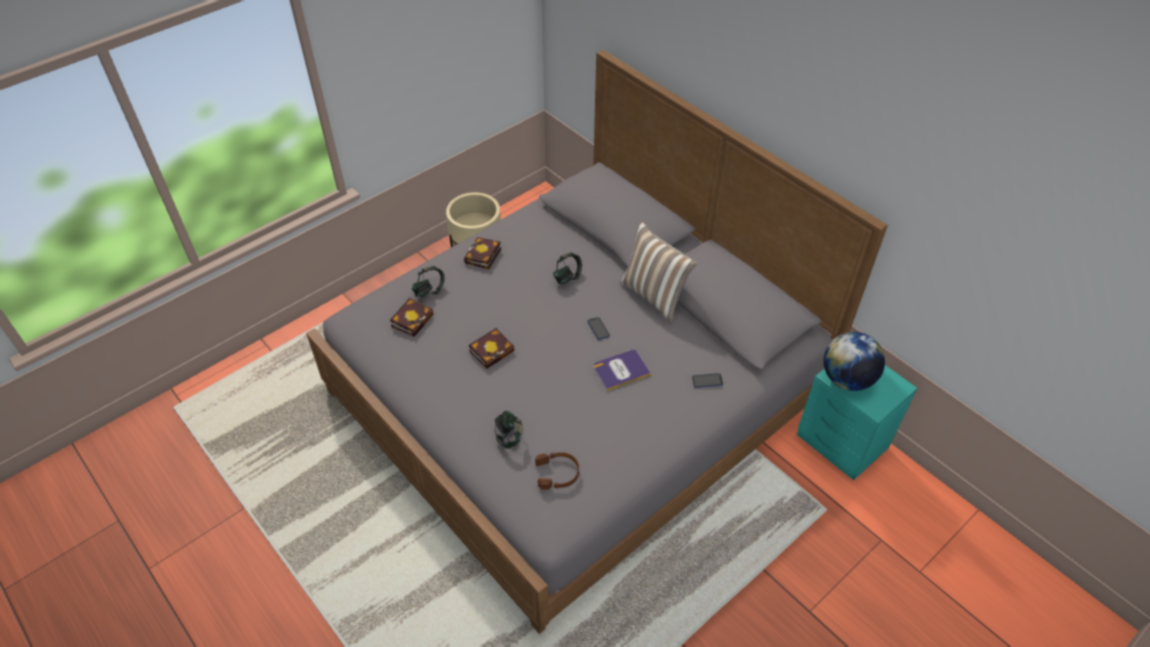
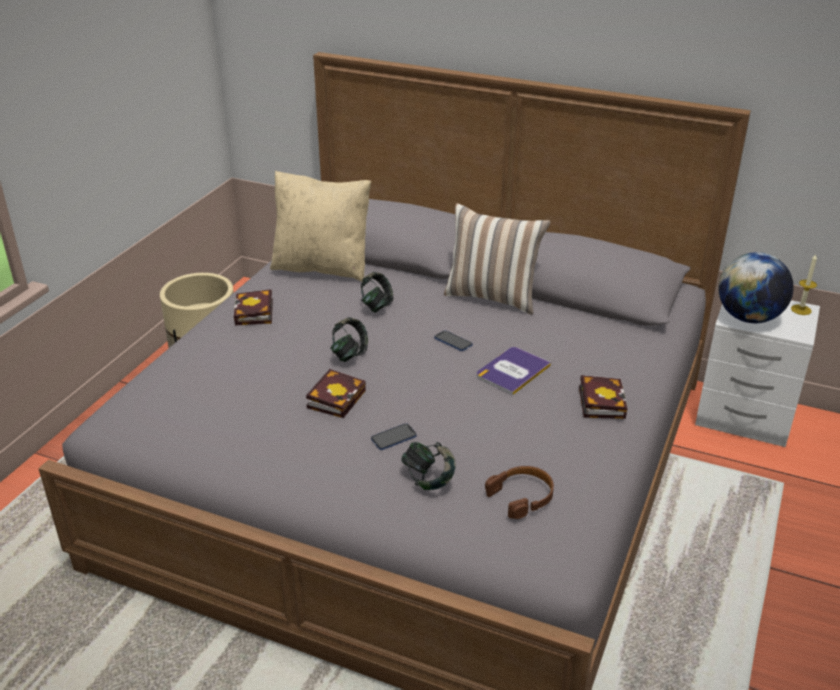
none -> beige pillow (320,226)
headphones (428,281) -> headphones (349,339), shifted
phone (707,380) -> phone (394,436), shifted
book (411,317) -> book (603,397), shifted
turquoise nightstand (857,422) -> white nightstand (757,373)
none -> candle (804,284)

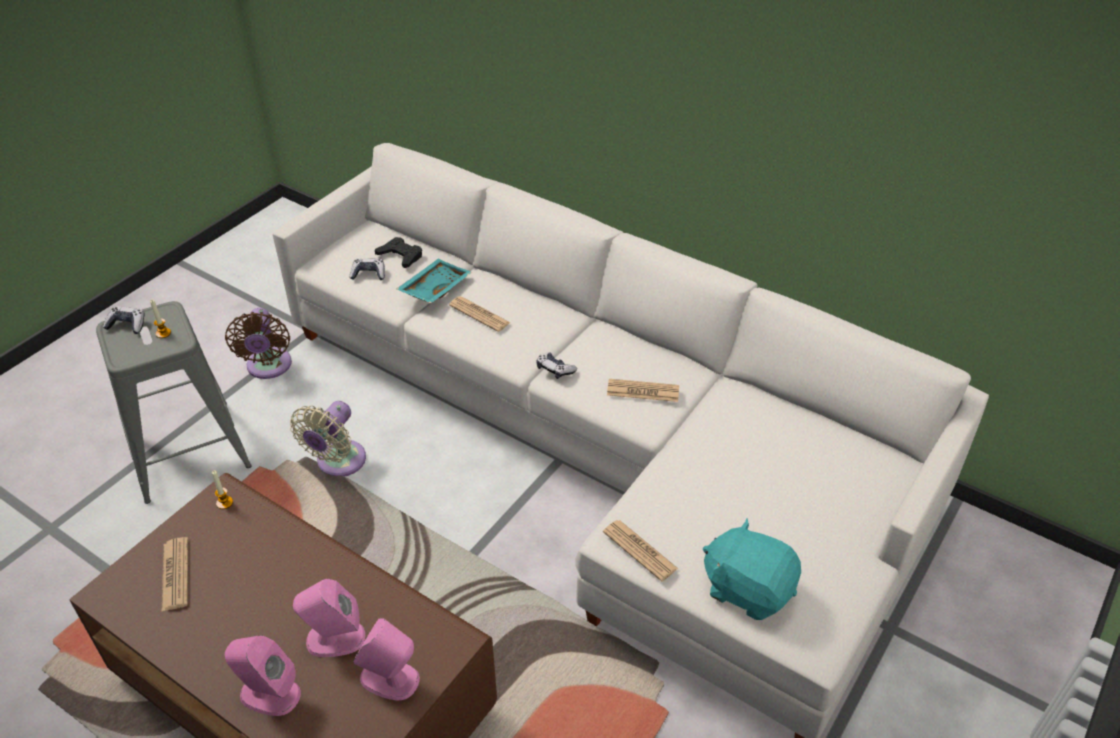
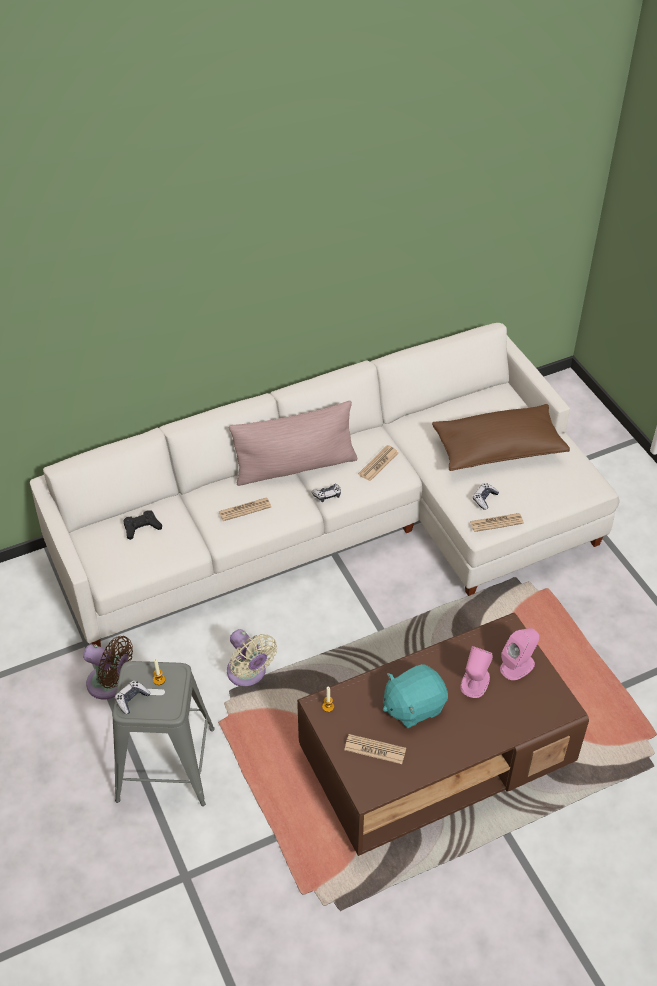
none -> pink pillow (293,443)
turquoise plush toy (752,569) -> turquoise plush toy (415,696), shifted
none -> brown pillow (501,437)
game controller (367,269) -> game controller (486,496), shifted
pink speaker (263,676) -> none
turquoise tray (434,281) -> none

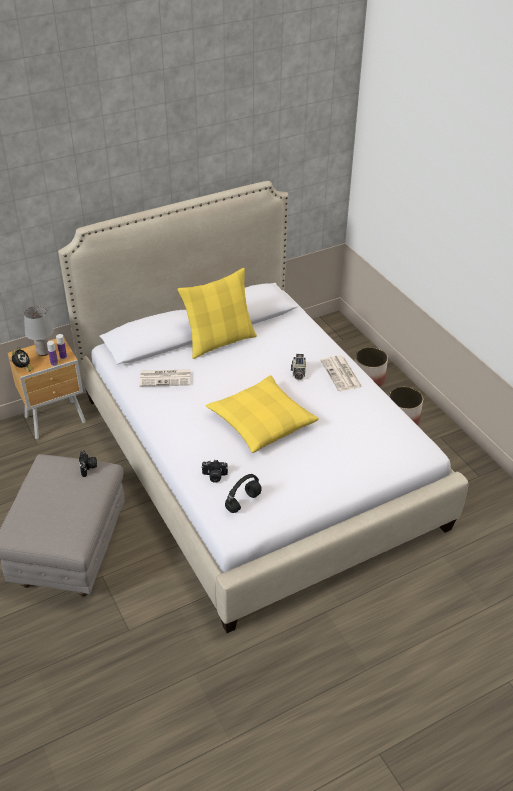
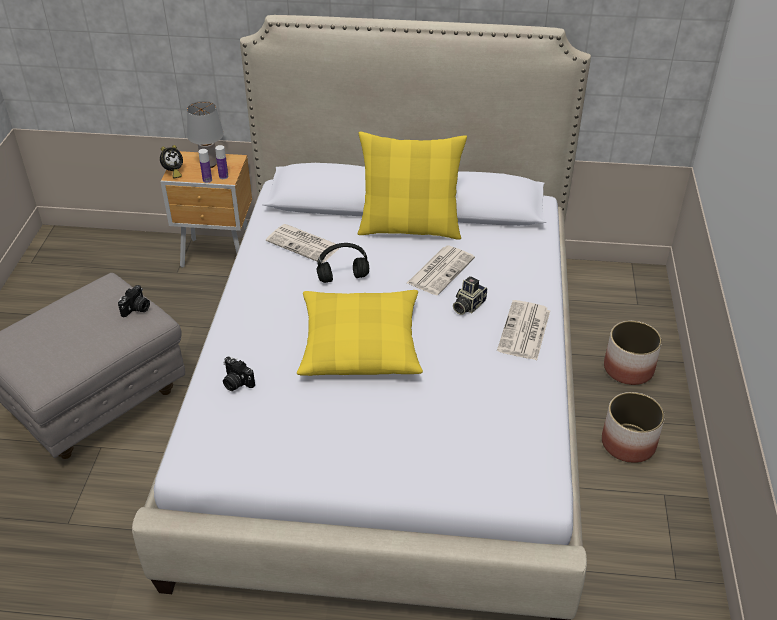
black headphones (243,493) -> black headphones (342,263), shifted
none -> newspaper (441,270)

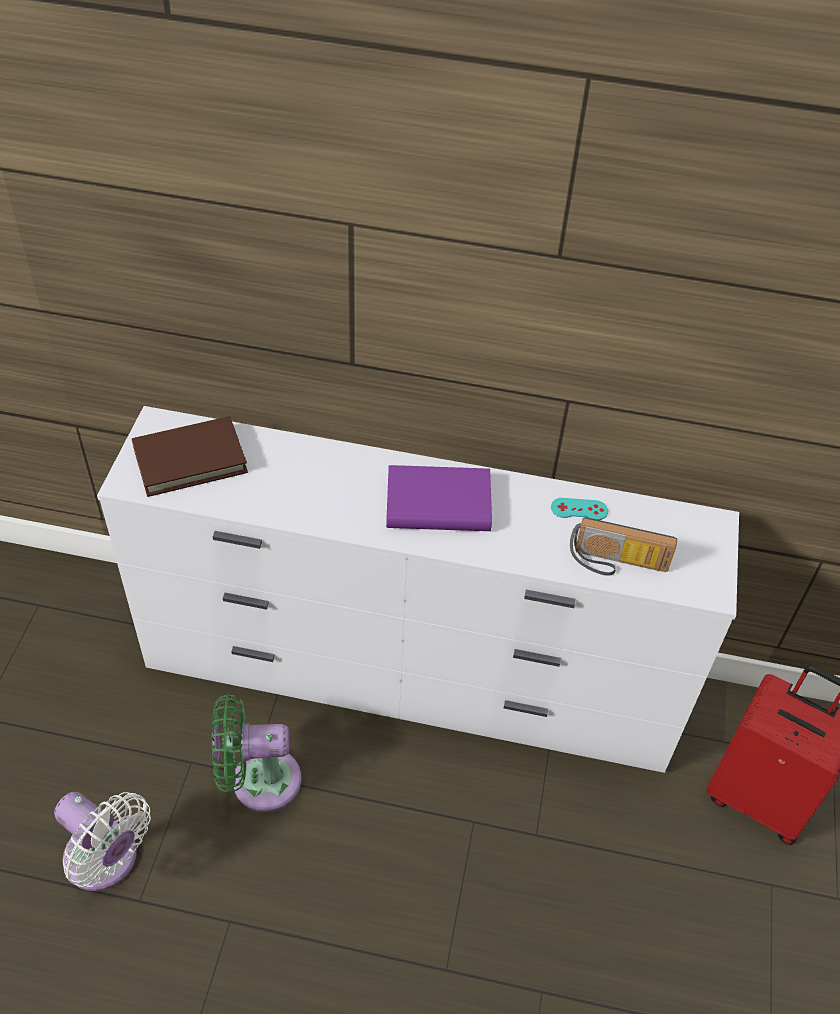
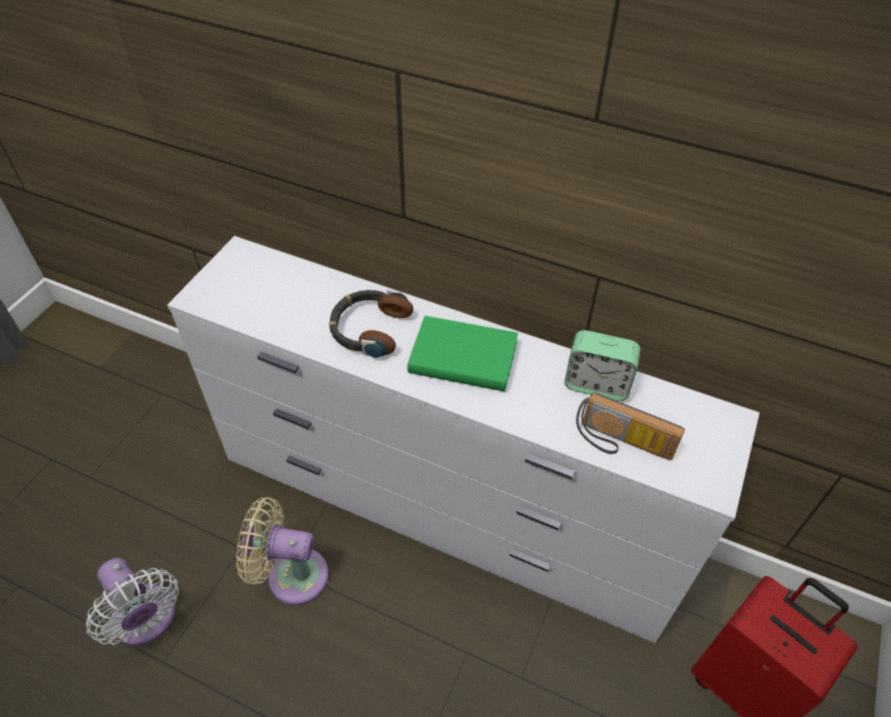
green fan (256,753) -> beige fan (282,551)
none -> headphones (371,324)
purple book (439,498) -> green book (462,353)
turquoise game controller (579,509) -> alarm clock (602,365)
brown book (190,456) -> none

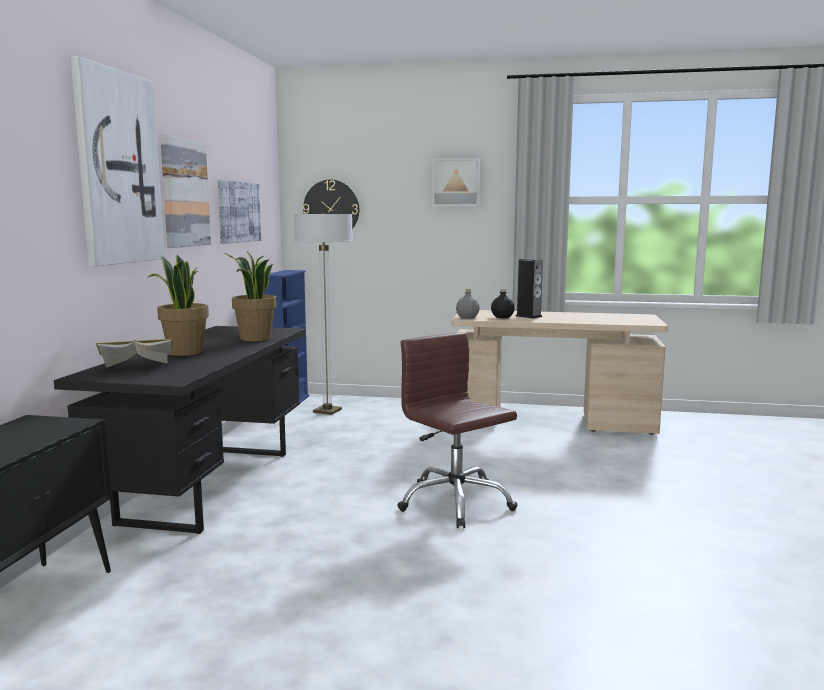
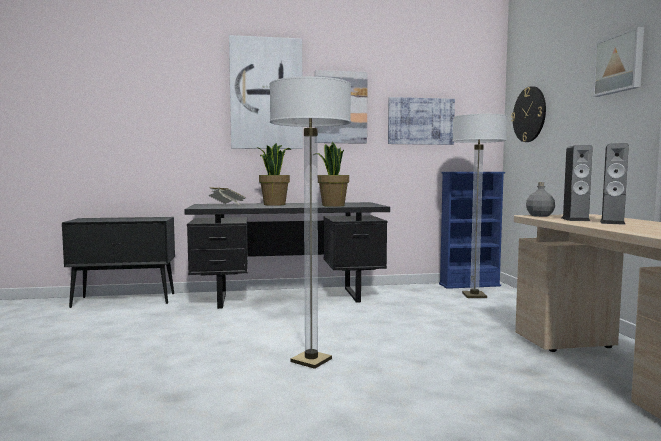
brown office chair (457,430) -> floor lamp (310,222)
black bottle (503,303) -> speaker (577,183)

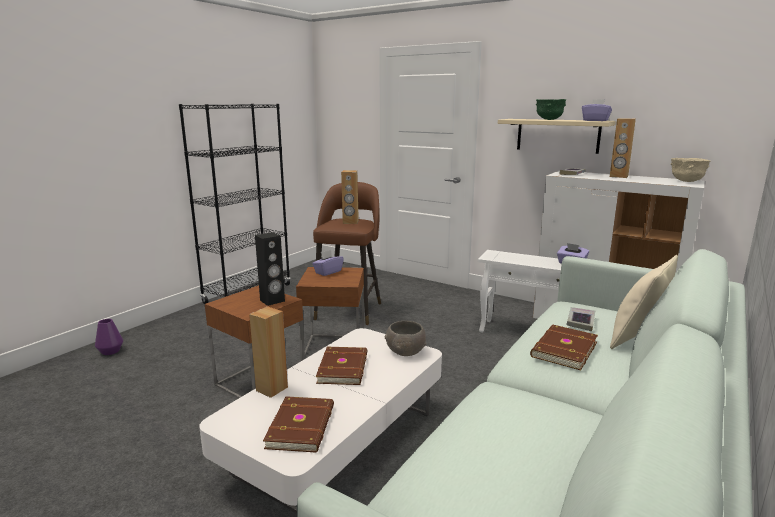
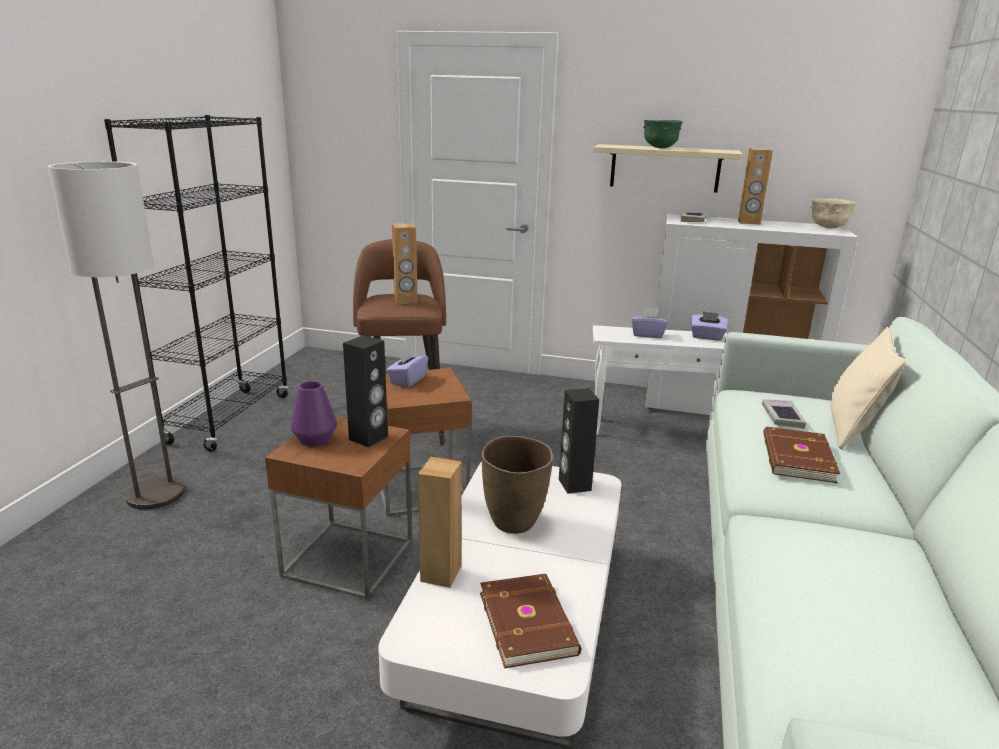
none -> floor lamp (116,335)
purple vase (109,337) -> purple vase (313,414), shifted
brown book (341,366) -> brown vase (517,485)
grey bowl (405,338) -> black speaker (579,441)
purple tissue box (597,110) -> purple tissue box (650,322), shifted

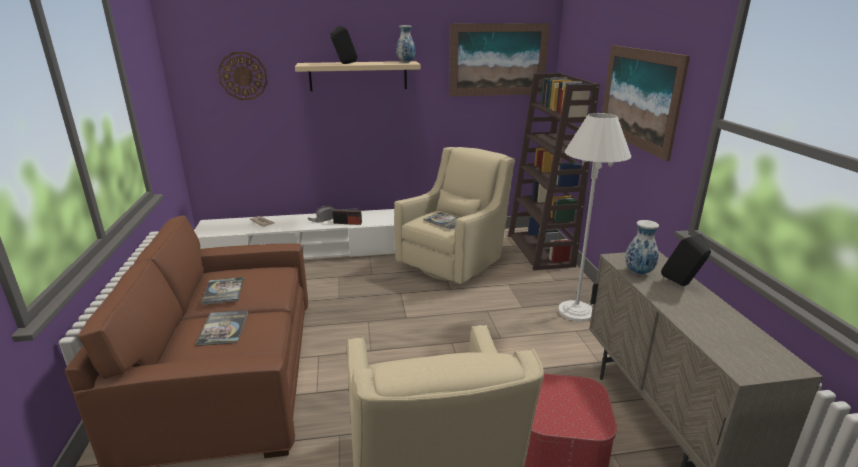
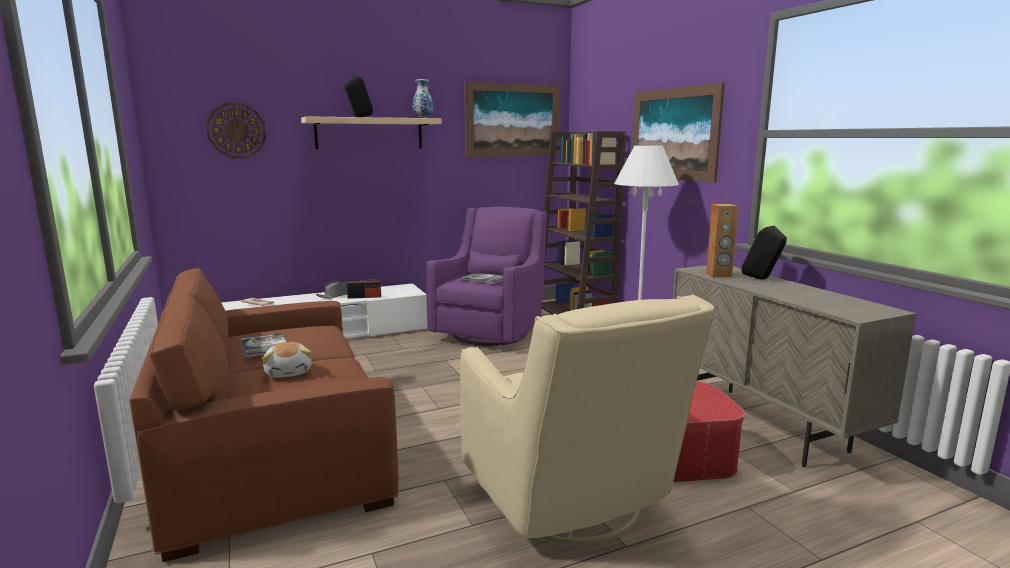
book (222,328) -> plush toy (287,360)
beige armchair (454,215) -> purple armchair (486,276)
vase (642,247) -> brown speaker (722,240)

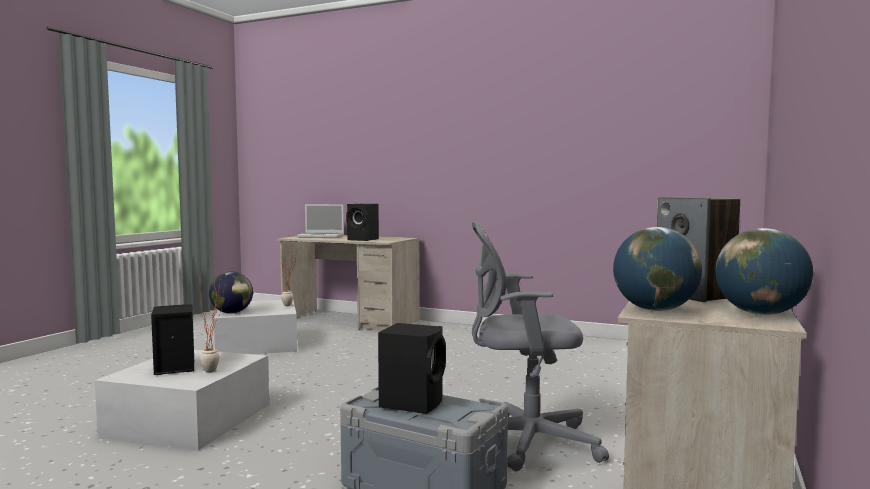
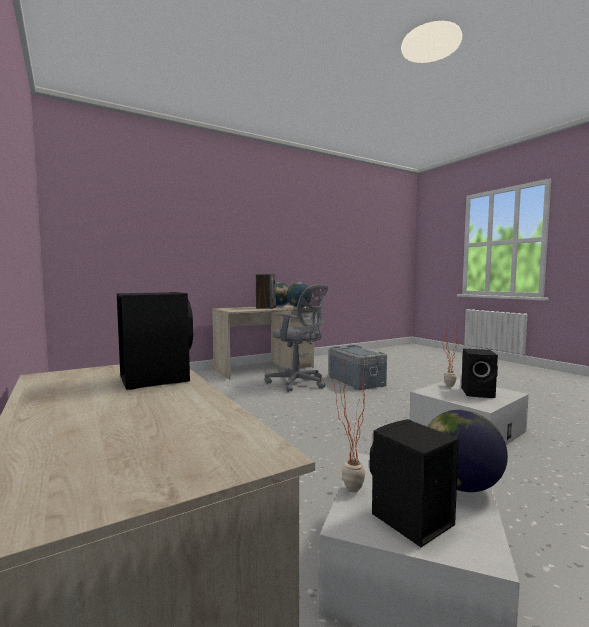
black speaker (412,368) -> black speaker (414,483), shifted
laptop (320,221) -> none

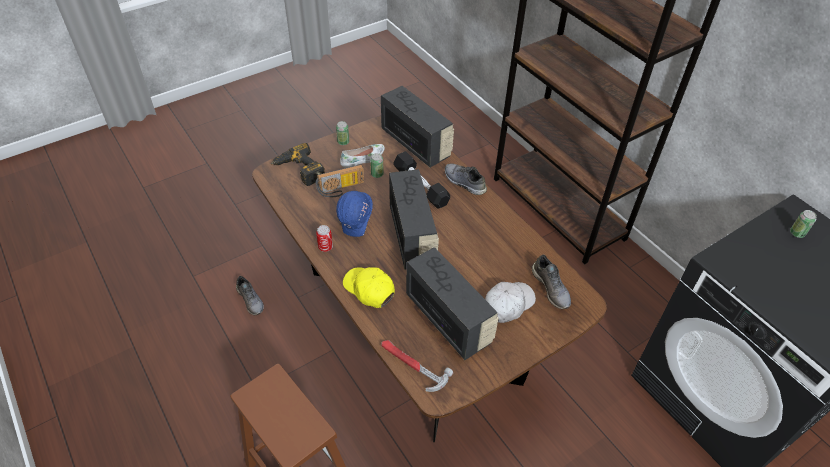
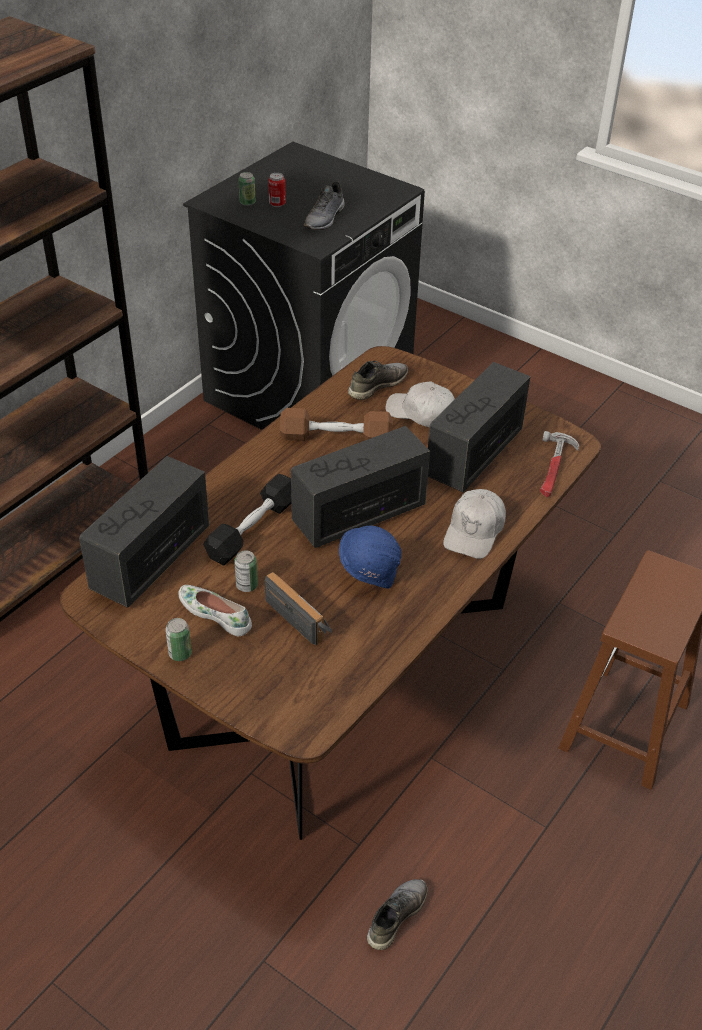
can (324,238) -> can (277,190), shifted
none -> brown dumbbell (336,424)
grey shoe (466,179) -> grey shoe (324,205), shifted
yellow cap (369,287) -> white cap (474,524)
power drill (298,164) -> none

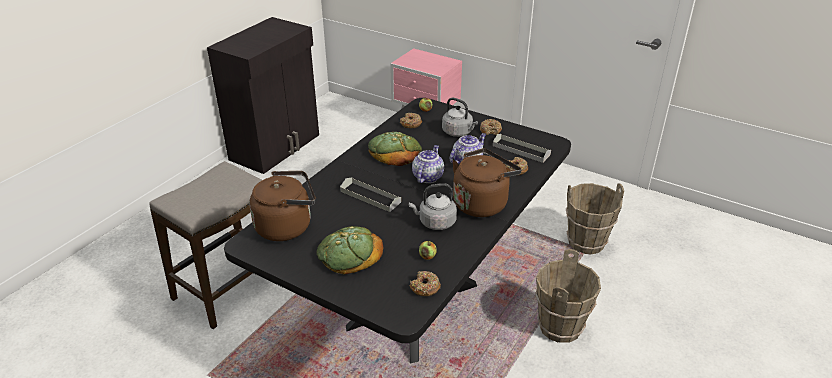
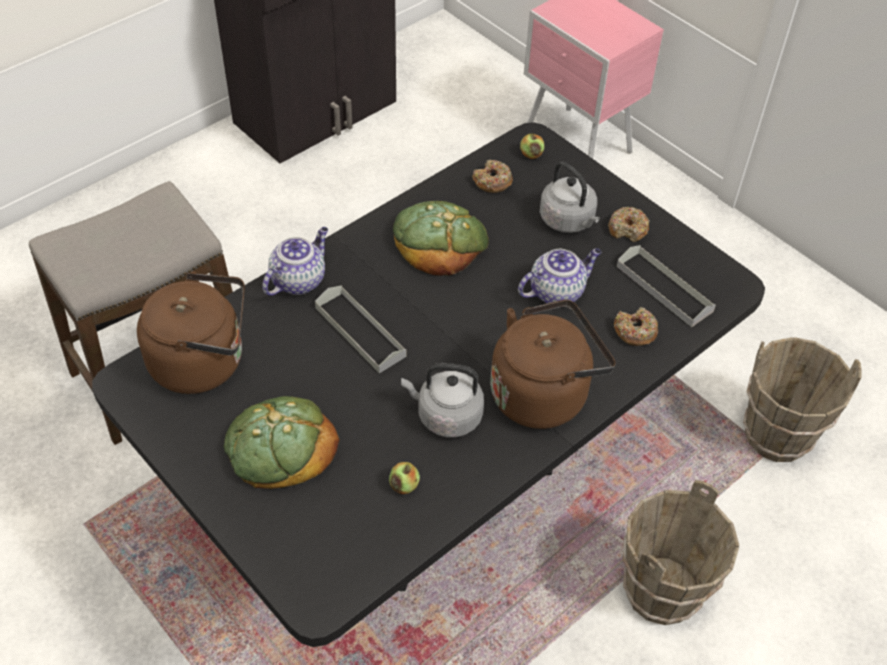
teapot (428,164) -> teapot (295,261), shifted
donut (425,283) -> none

